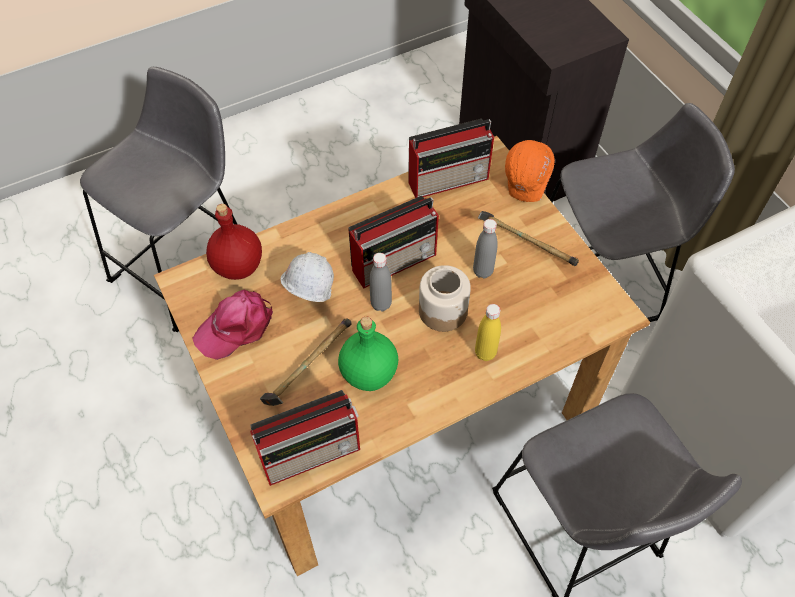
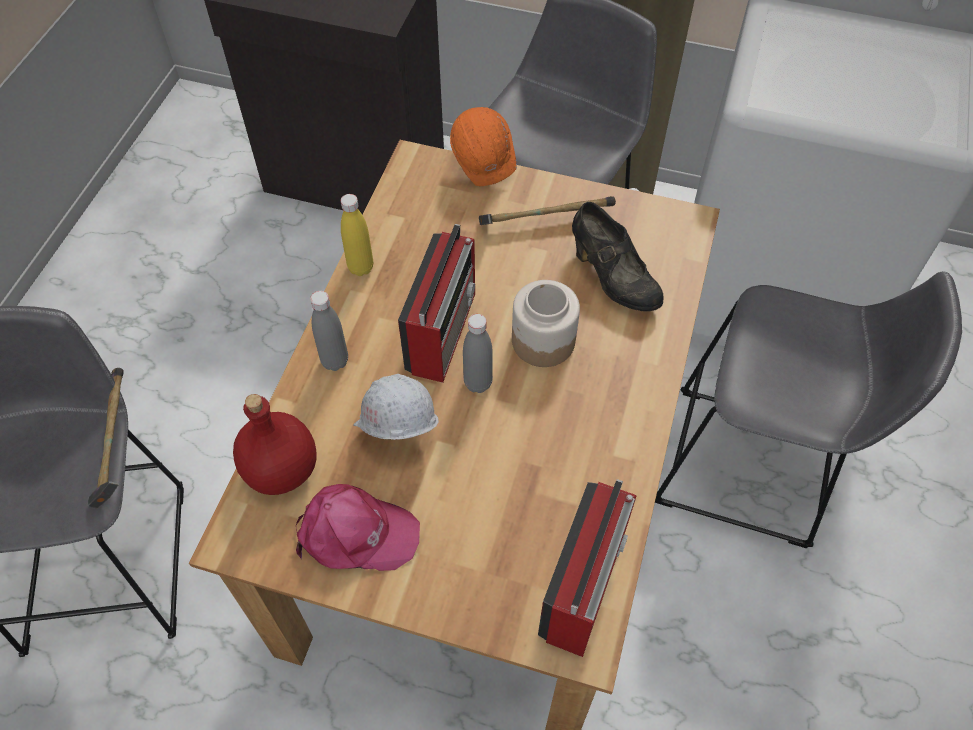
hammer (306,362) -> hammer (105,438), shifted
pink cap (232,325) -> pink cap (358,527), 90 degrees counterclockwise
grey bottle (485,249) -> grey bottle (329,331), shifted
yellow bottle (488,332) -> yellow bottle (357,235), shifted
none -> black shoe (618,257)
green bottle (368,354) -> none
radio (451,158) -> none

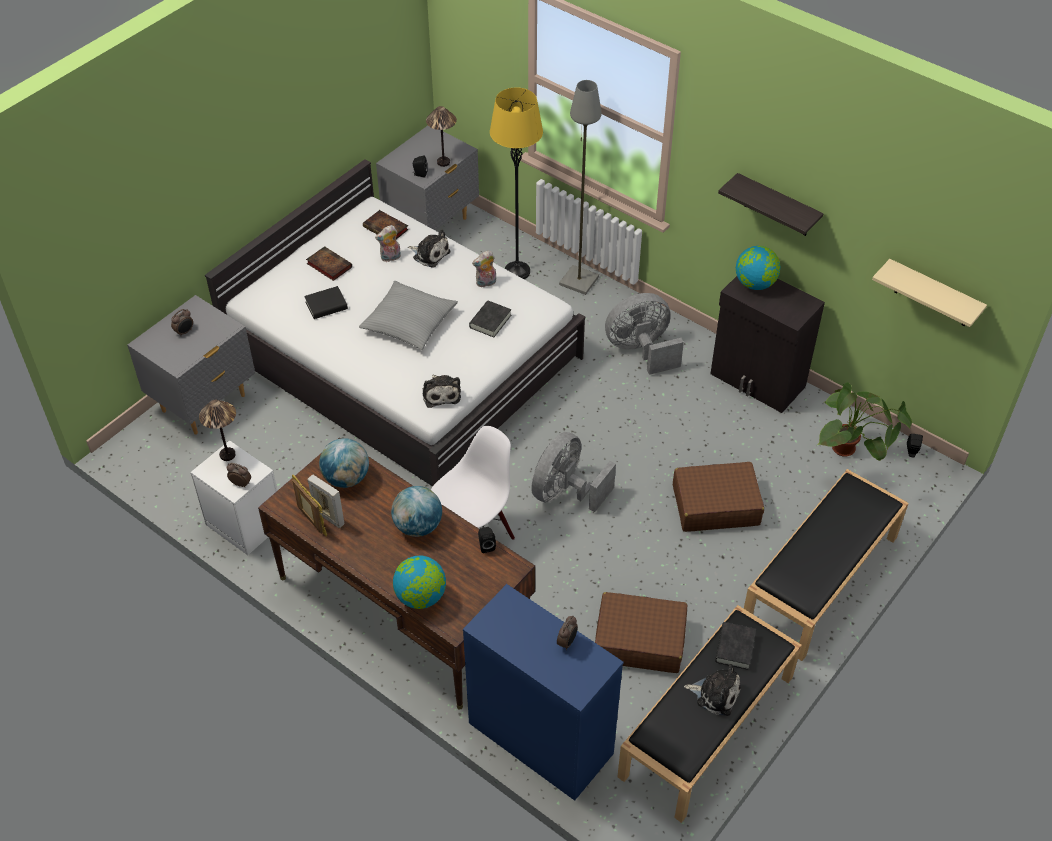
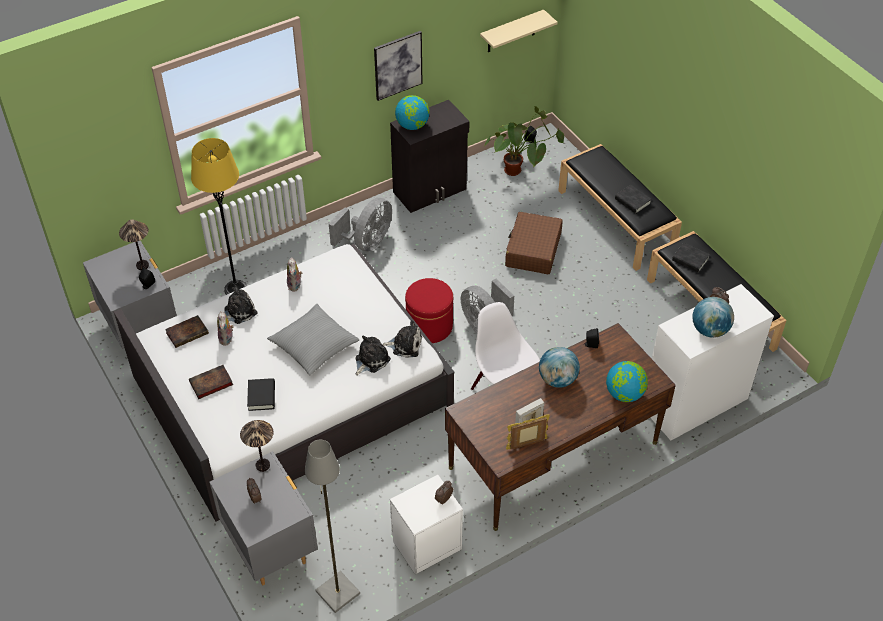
table lamp (217,430) -> table lamp (257,446), shifted
grey floor lamp (580,187) -> grey floor lamp (332,526), shifted
grey fan (644,334) -> grey fan (360,225), 150 degrees counterclockwise
plush toy (712,690) -> plush toy (373,355), shifted
shelf (771,204) -> picture (398,66)
none -> red ottoman (429,310)
black book (490,319) -> black book (633,199), shifted
blue dresser (543,692) -> white dresser (712,362)
globe (344,463) -> globe (713,317), shifted
brown suitcase (641,632) -> none

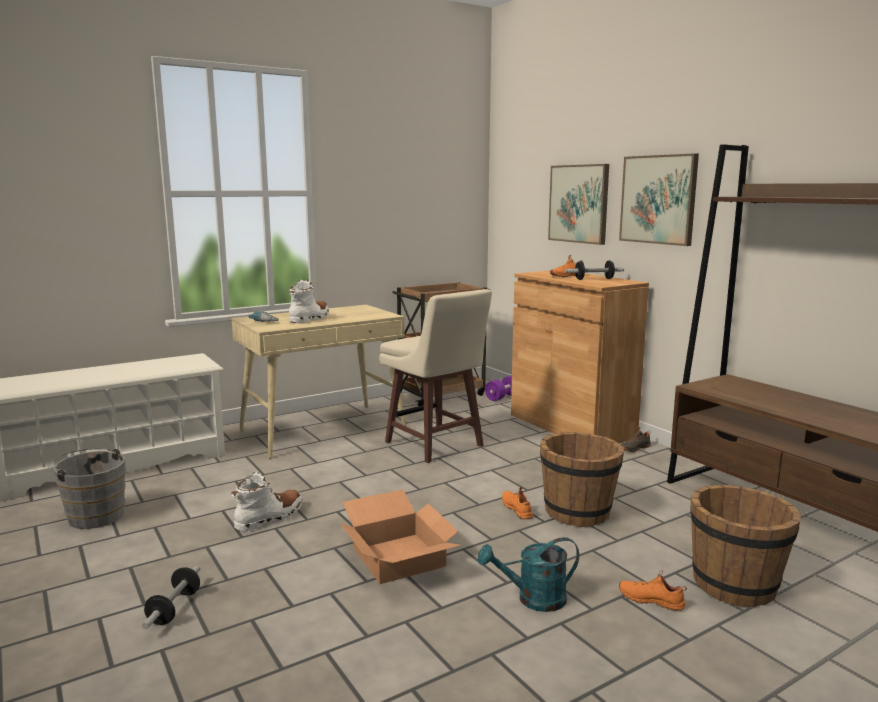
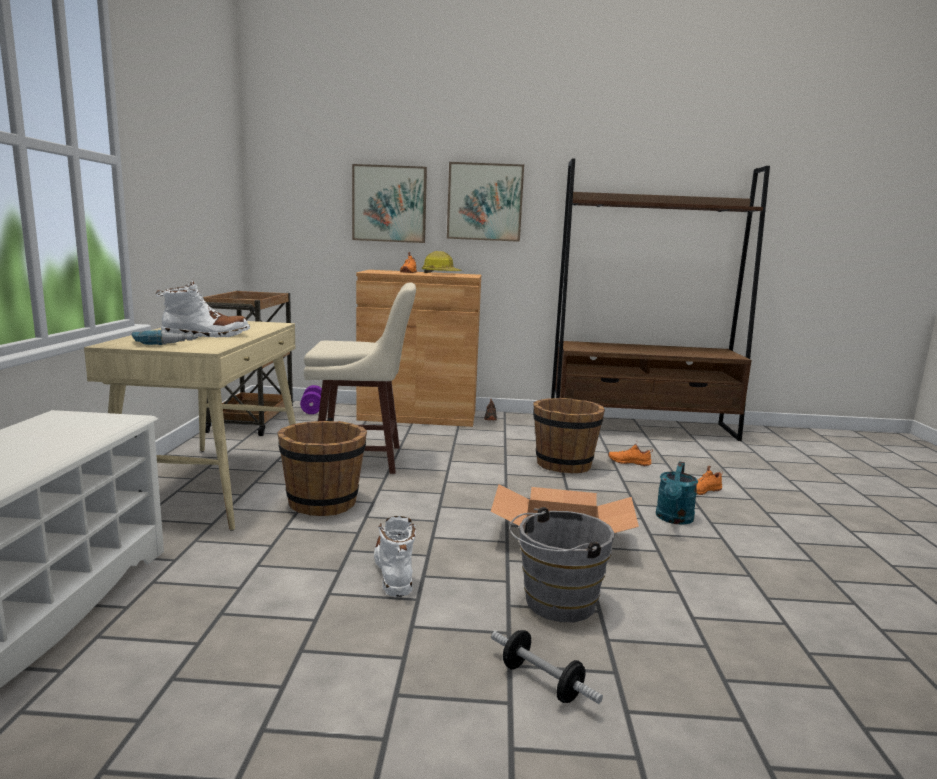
white boot (309,301) -> white boot (203,308), 105 degrees clockwise
brown bucket (745,545) -> brown bucket (322,468), shifted
dumbbell (594,270) -> hard hat (442,262)
grey bucket (87,488) -> grey bucket (562,564), shifted
orange shoe (517,502) -> orange shoe (630,453), shifted

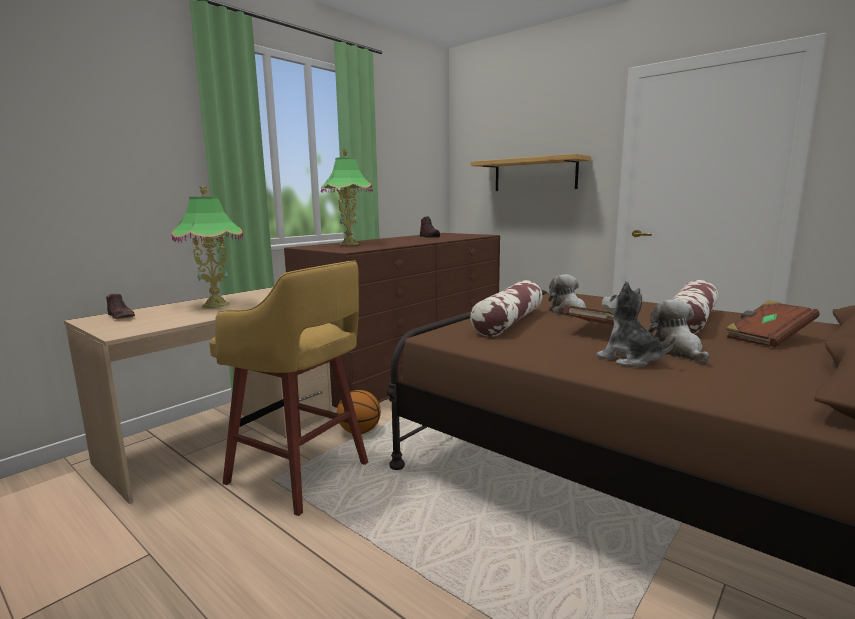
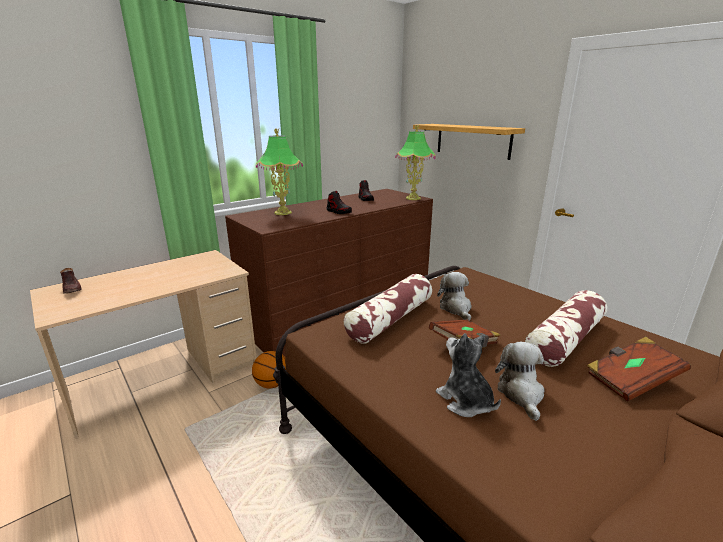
none -> shoe (339,202)
table lamp (207,247) -> table lamp (415,162), shifted
yellow stool (288,388) -> none

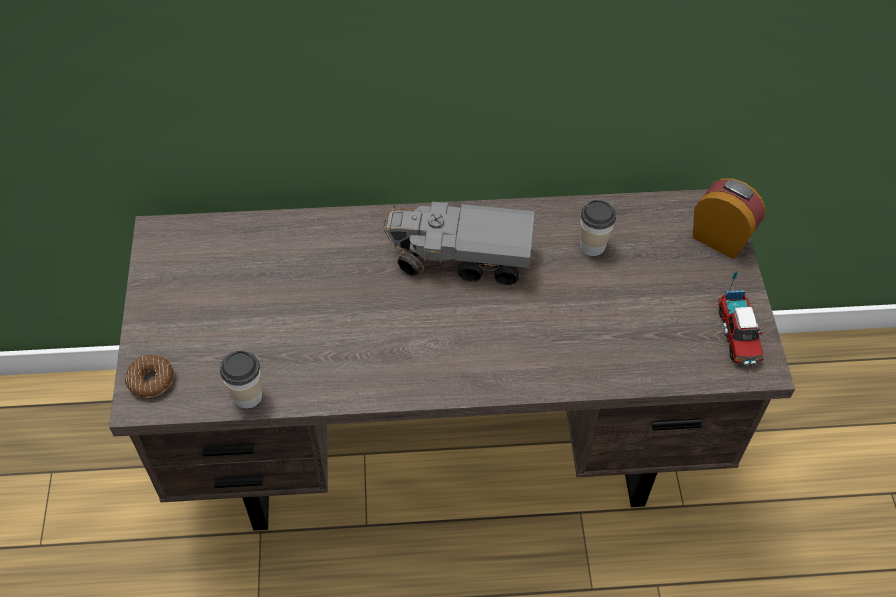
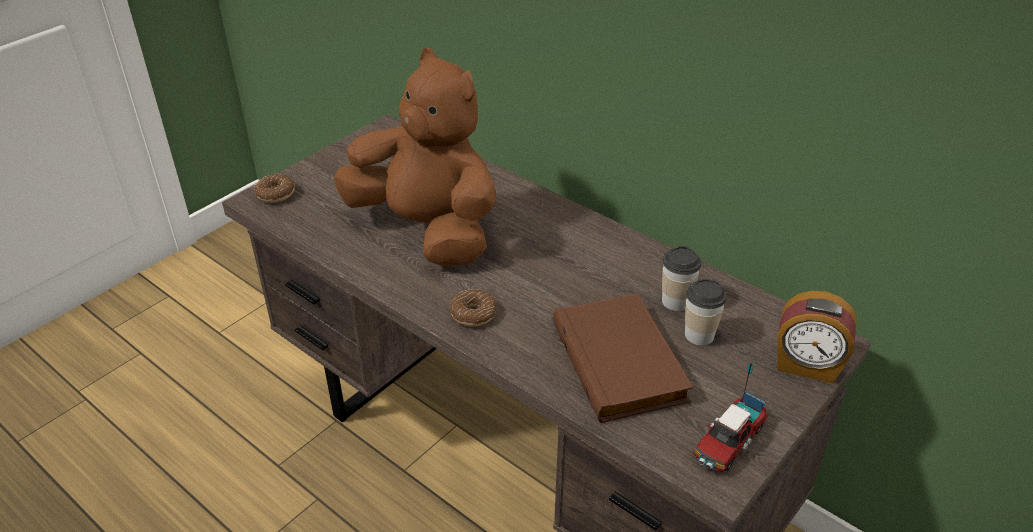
none -> brown plush toy (415,157)
none -> donut (473,308)
none -> brown book (623,358)
cup (241,380) -> cup (706,312), shifted
alarm clock (729,218) -> alarm clock (817,337), 120 degrees clockwise
toy truck (459,244) -> none

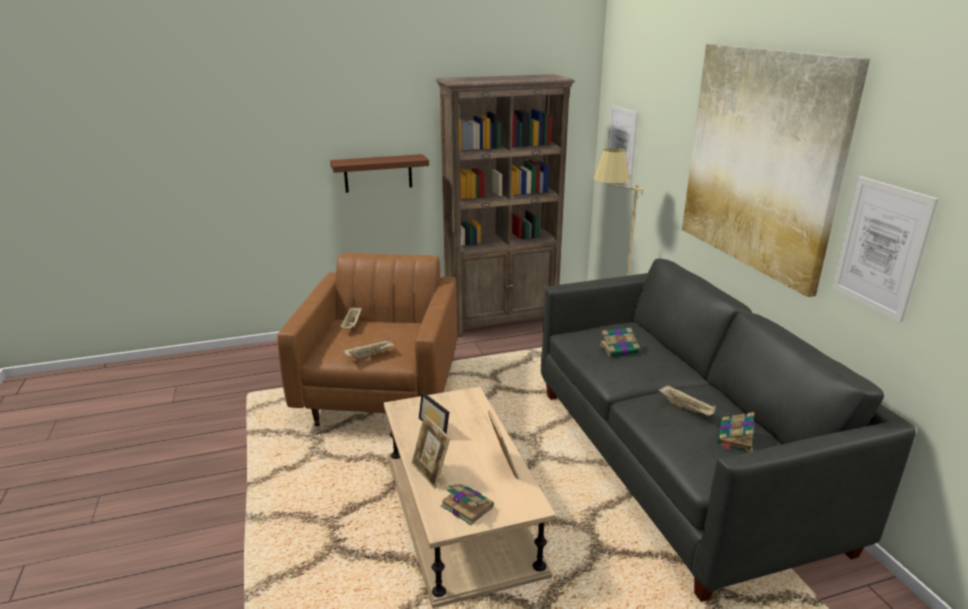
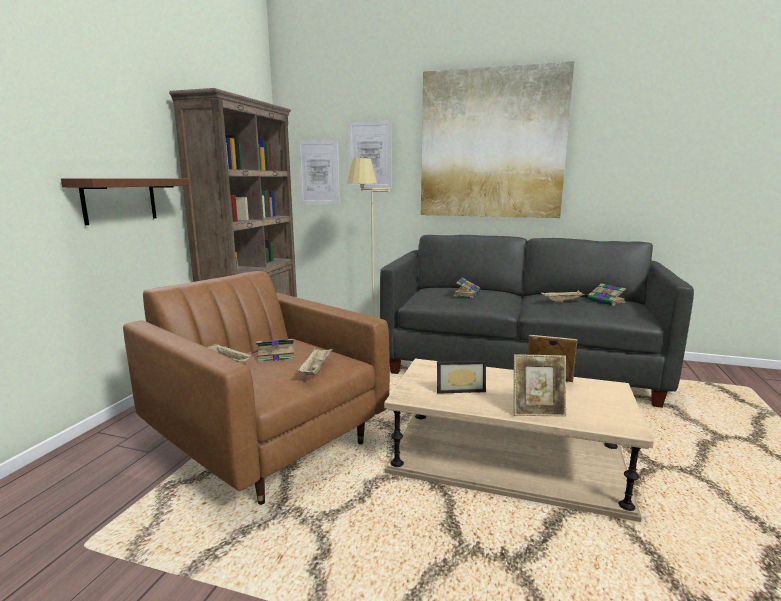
book (467,504) -> book (273,350), shifted
picture (885,249) -> picture (370,154), shifted

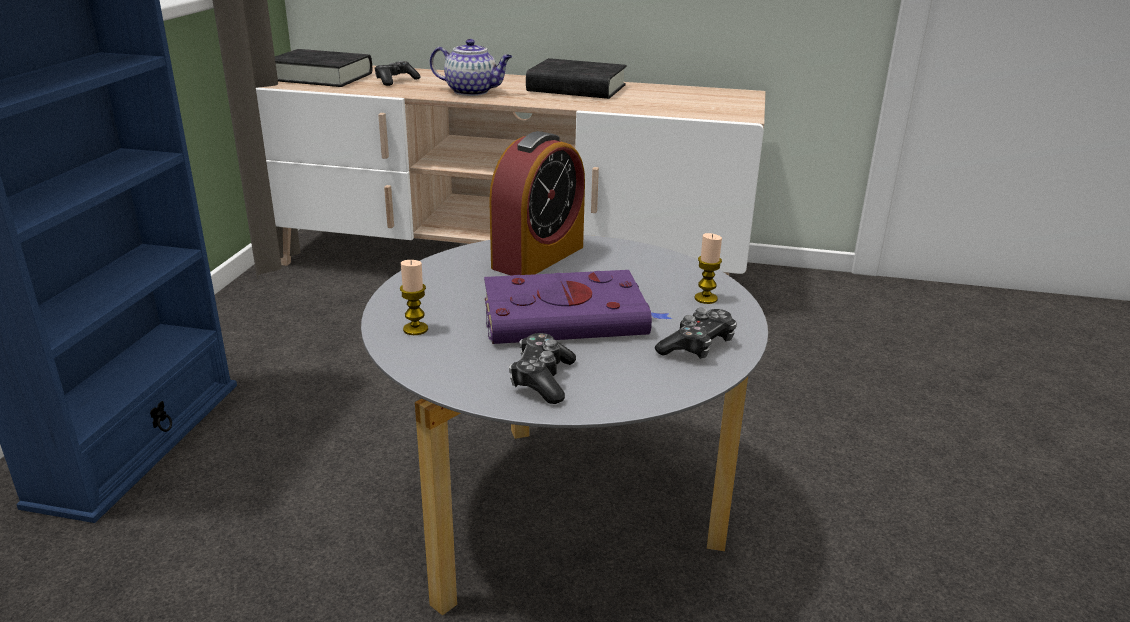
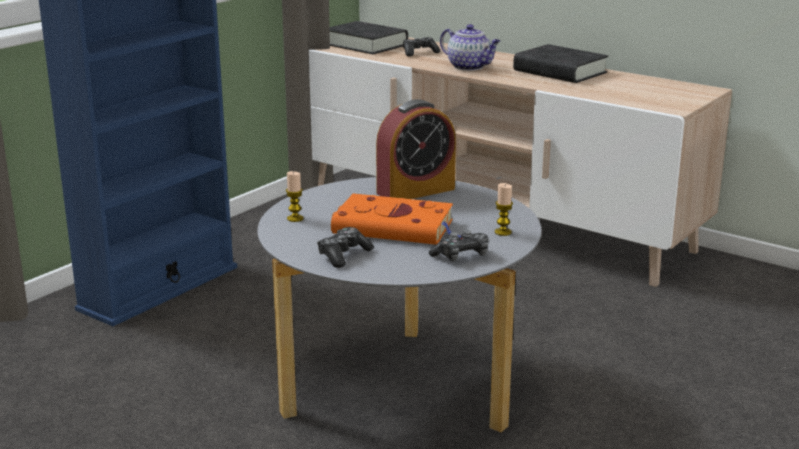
purple book (578,307) -> orange book (396,219)

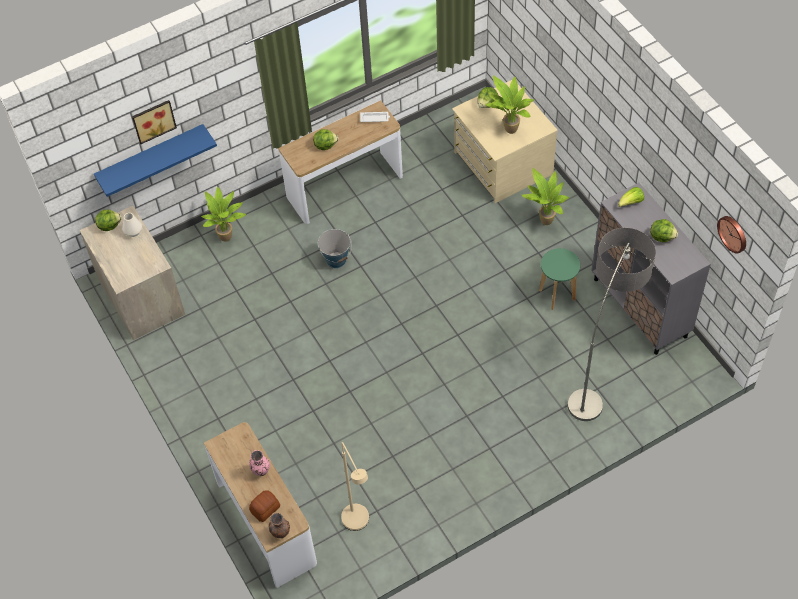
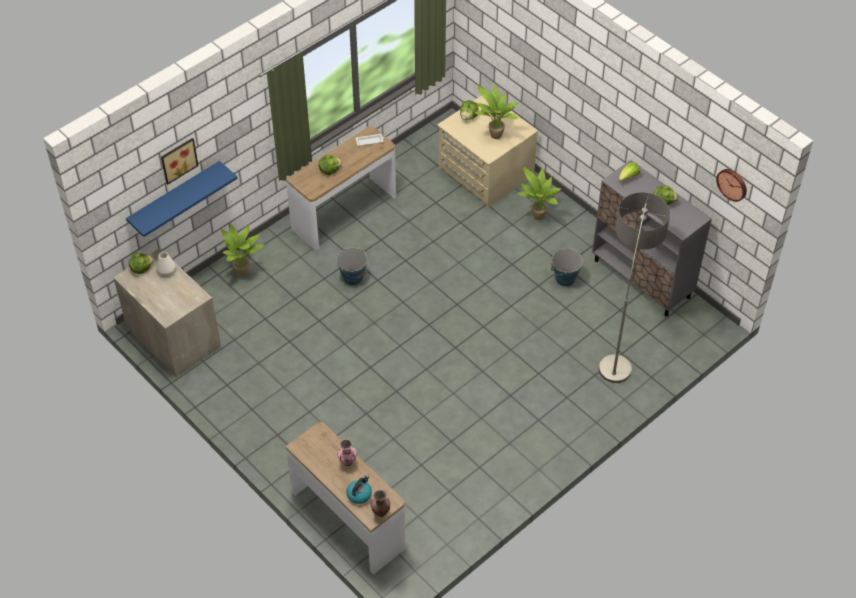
bread (264,506) -> kettle (359,489)
green stool (559,279) -> bucket (567,267)
beige floor lamp (355,486) -> none

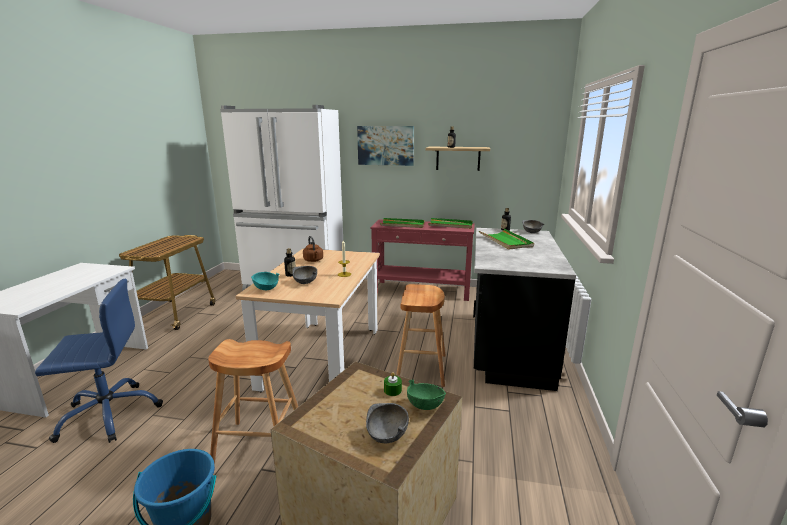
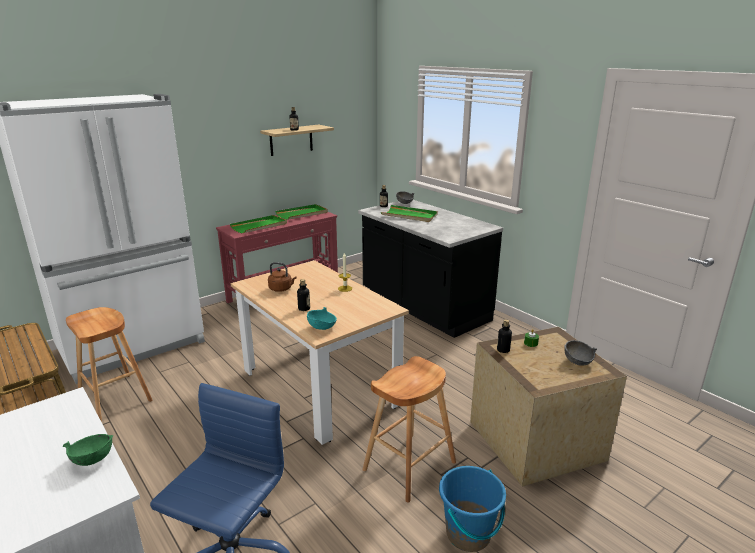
green bowl (426,394) -> green bowl (88,450), shifted
brown stool (421,335) -> brown stool (109,364), shifted
none -> bottle (504,336)
grey bowl (304,275) -> none
picture (385,146) -> none

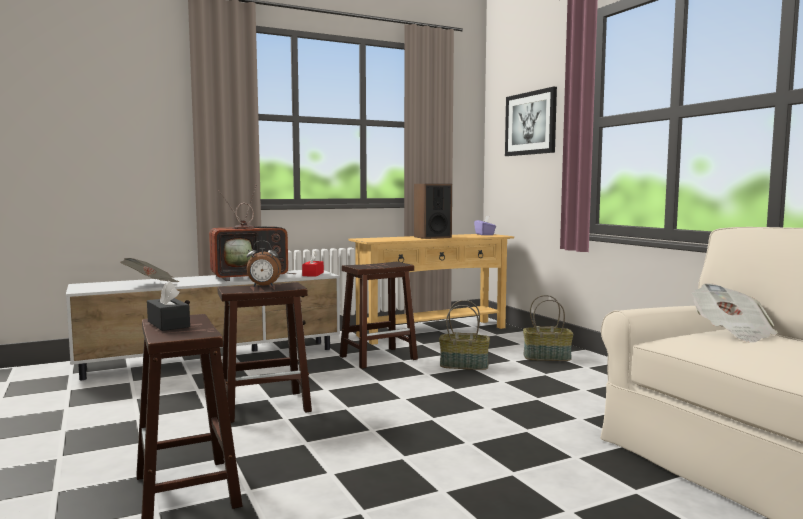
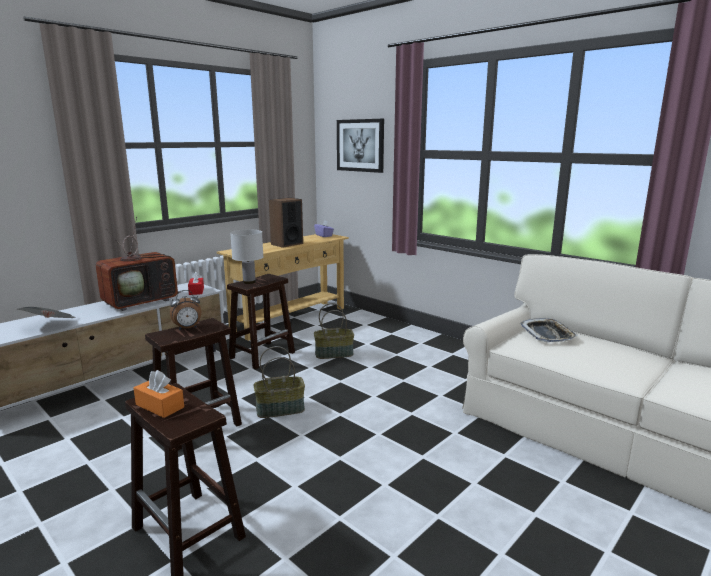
black tissue box (168,306) -> orange tissue box (159,394)
none -> white table lamp (247,256)
basket (548,328) -> basket (279,382), shifted
newspaper (735,313) -> tray (549,330)

